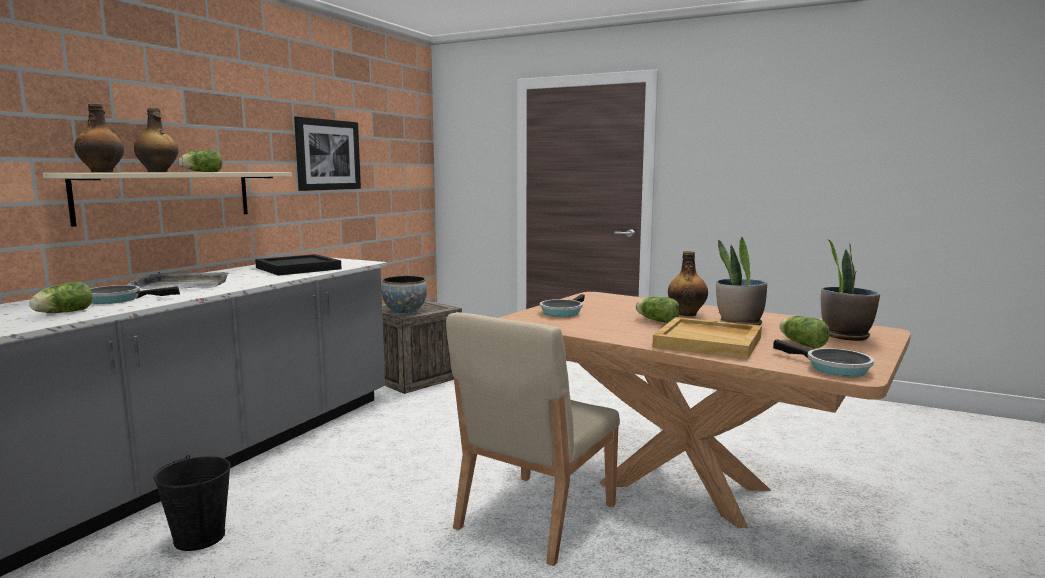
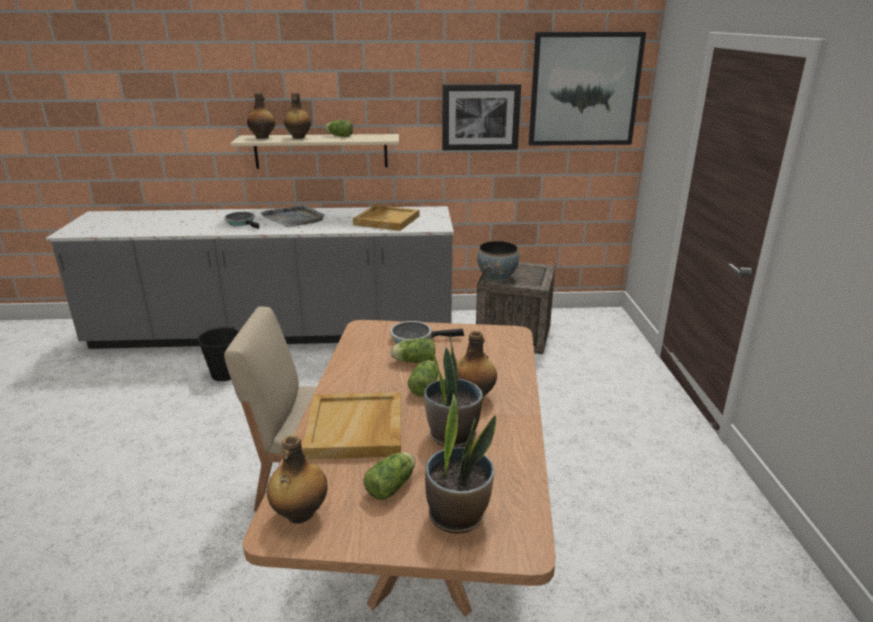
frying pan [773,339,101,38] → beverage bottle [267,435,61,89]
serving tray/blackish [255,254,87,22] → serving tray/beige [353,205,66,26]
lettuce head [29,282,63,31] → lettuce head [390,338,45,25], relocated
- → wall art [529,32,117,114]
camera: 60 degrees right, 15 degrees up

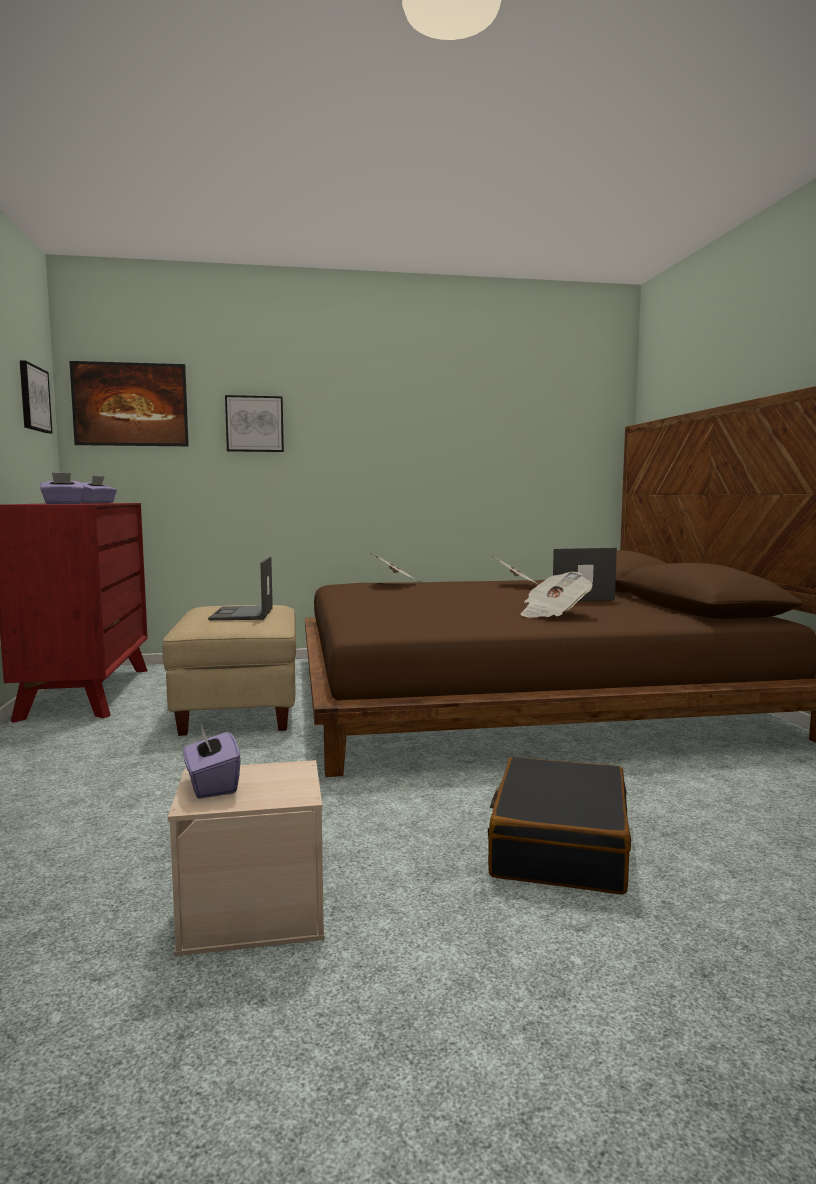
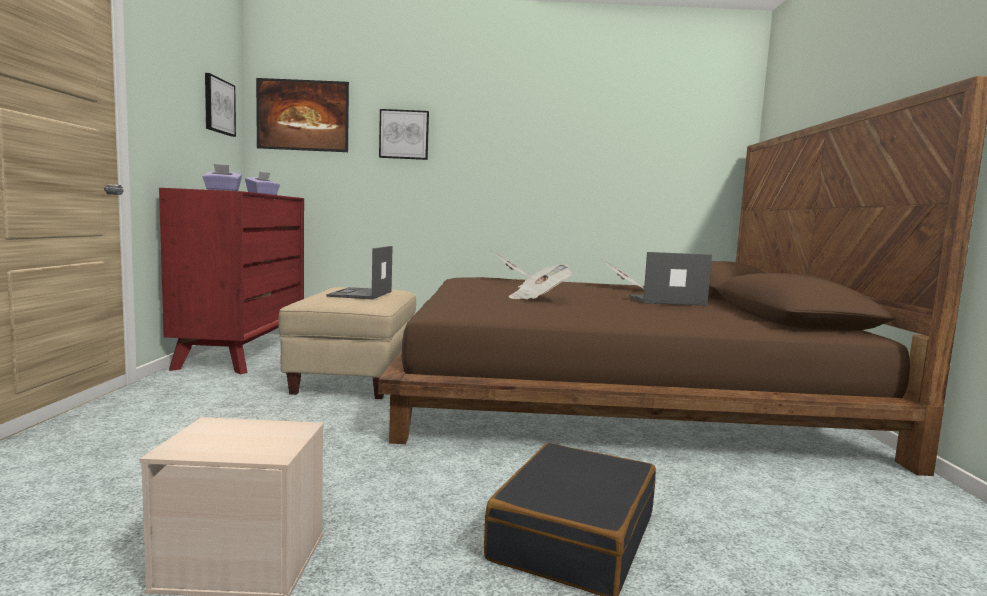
printed paper [521,572,71,46] → printed paper [509,264,63,35], relocated
tissue box/purple-coloured [183,725,58,74] → -
camera: 10 degrees right, 0 degrees up

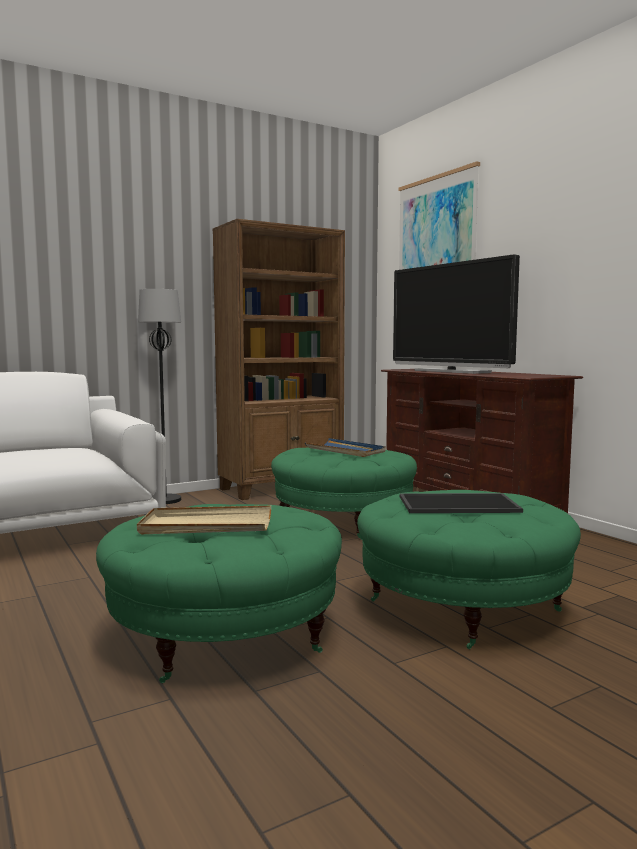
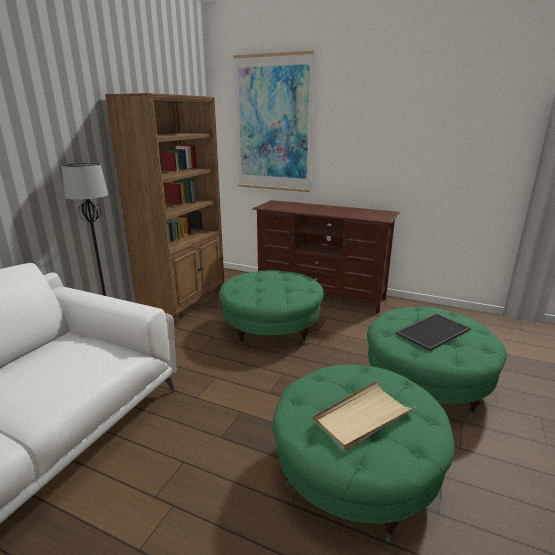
serving tray/blue-coloured [305,438,81,19] → -
TV [393,254,127,120] → -
camera: 35 degrees left, 15 degrees up

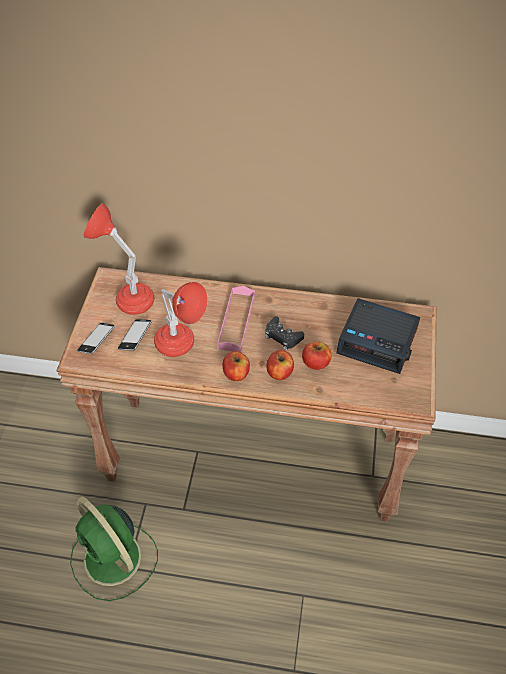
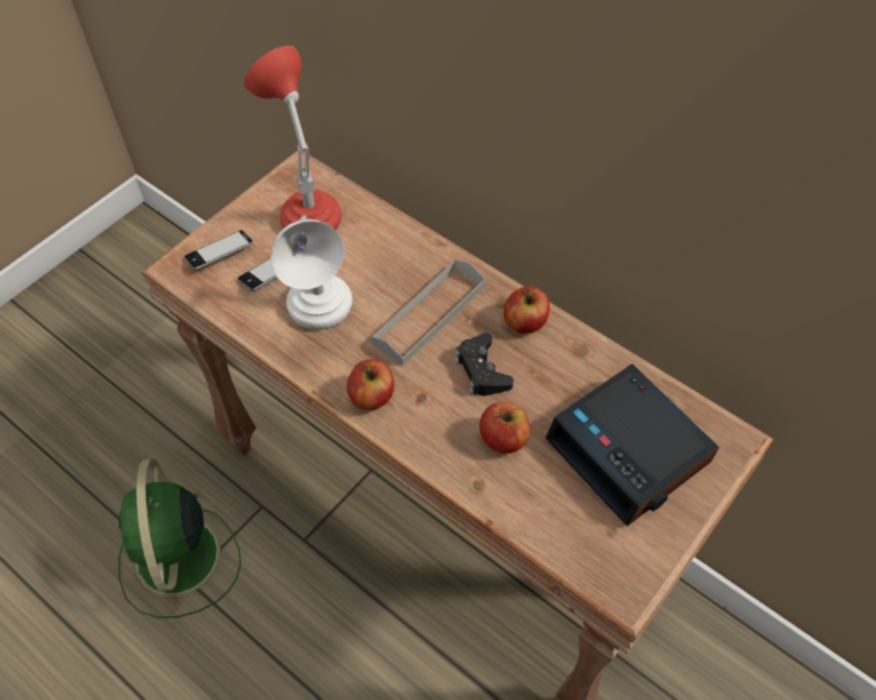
table lamp/red-coloured [154,282,53,75] → table lamp/whitish [271,215,82,115]
serving tray/pinkish [217,286,38,66] → serving tray/greyish [371,259,115,107]
apple [266,350,28,30] → apple [504,286,46,48], relocated
camera: 30 degrees right, 5 degrees up

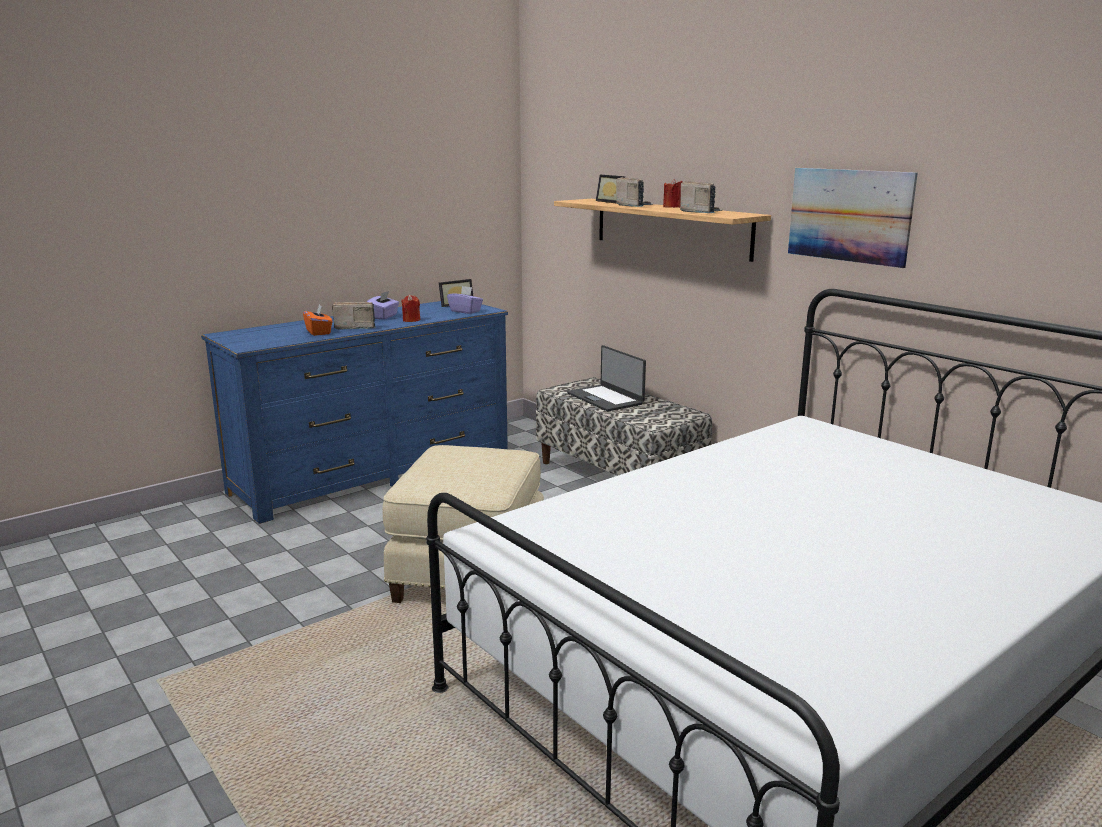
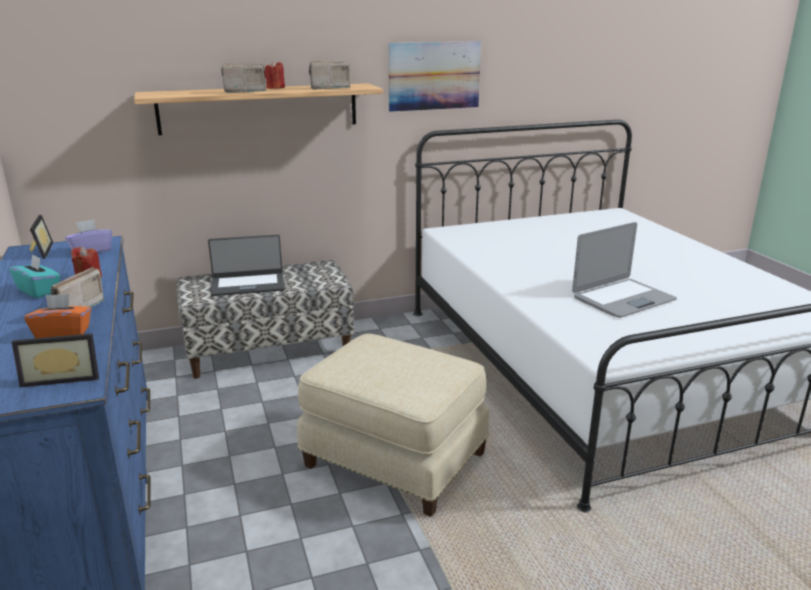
tissue box/purple-coloured [367,291,32,29] → tissue box/turquoise-coloured [9,254,51,44]
standing frame [596,175,29,29] → standing frame [11,333,88,54], relocated
- → portable computer [572,222,105,96]
camera: 70 degrees left, 5 degrees up

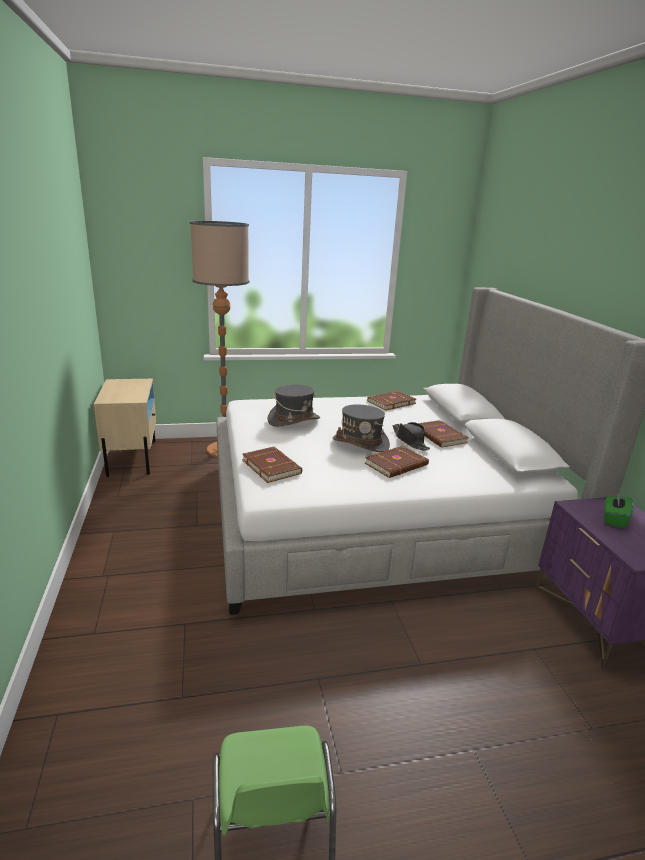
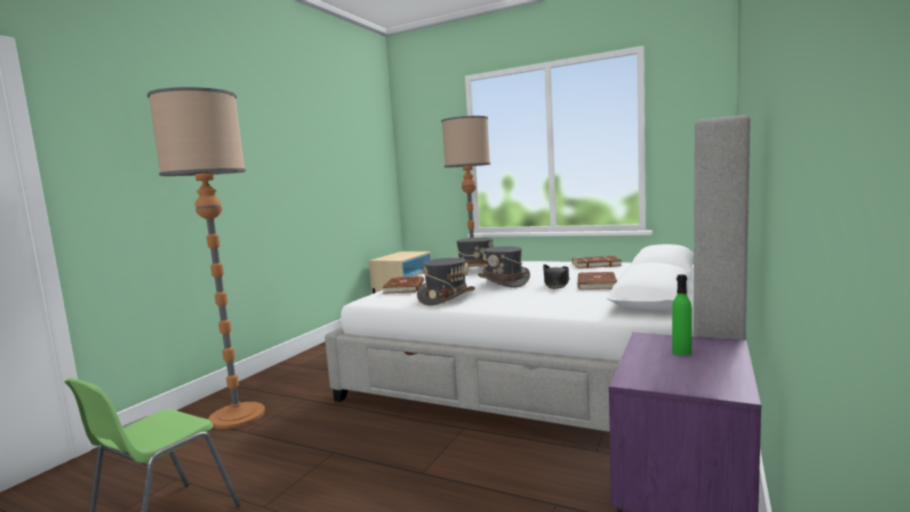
- → standard lamp [147,87,118,342]
- → hat/greyish [417,258,58,48]
tissue box/green-coloured [604,492,29,37] → beverage bottle/green-coloured [672,274,20,82]
book/brown-coloured [365,446,64,32] → -
camera: 40 degrees right, 15 degrees down

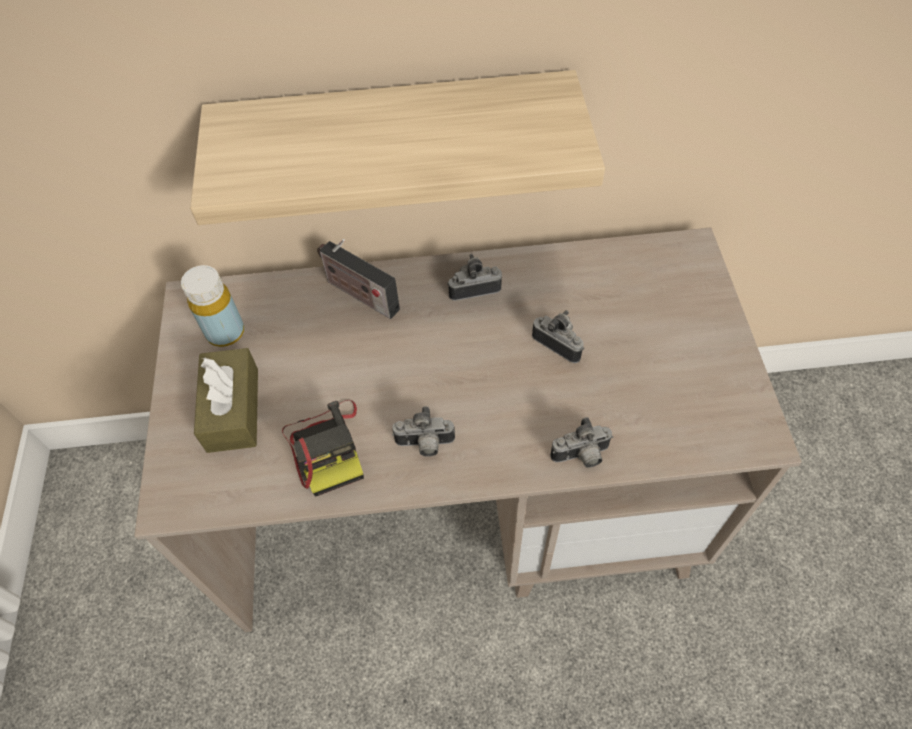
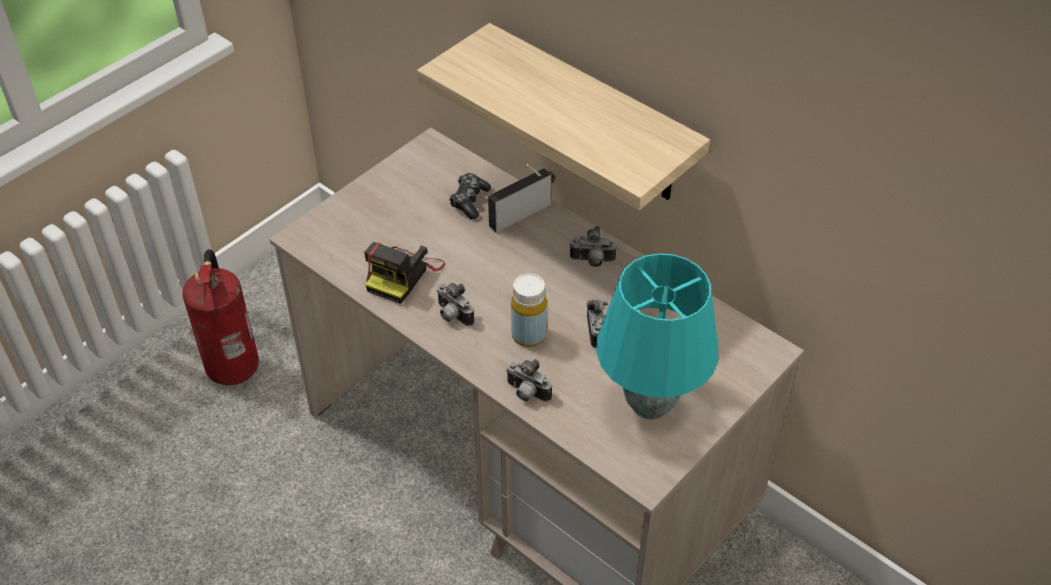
- → extinguisher [182,249,77,136]
- → game controller [449,173,42,46]
radio [317,239,83,80] → radio [488,164,67,69], 60 degrees clockwise
beverage bottle/yellowish [181,265,63,82] → beverage bottle/yellowish [511,273,36,74], relocated
still camera [447,254,55,47] → still camera [569,226,47,41], 150 degrees clockwise
- → table lamp/turquoise-coloured [596,253,122,166]
tissue box/brown-coloured [194,348,64,105] → -
camera: 45 degrees right, 10 degrees down

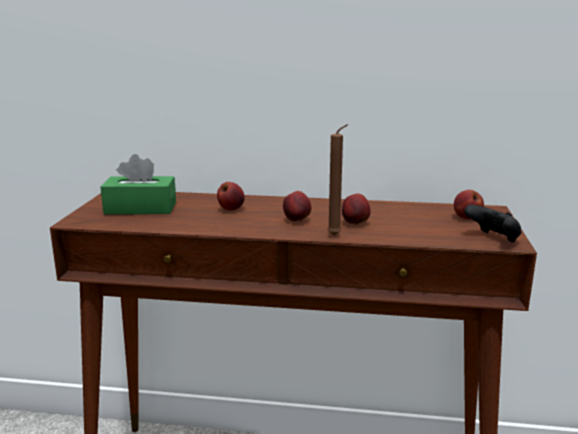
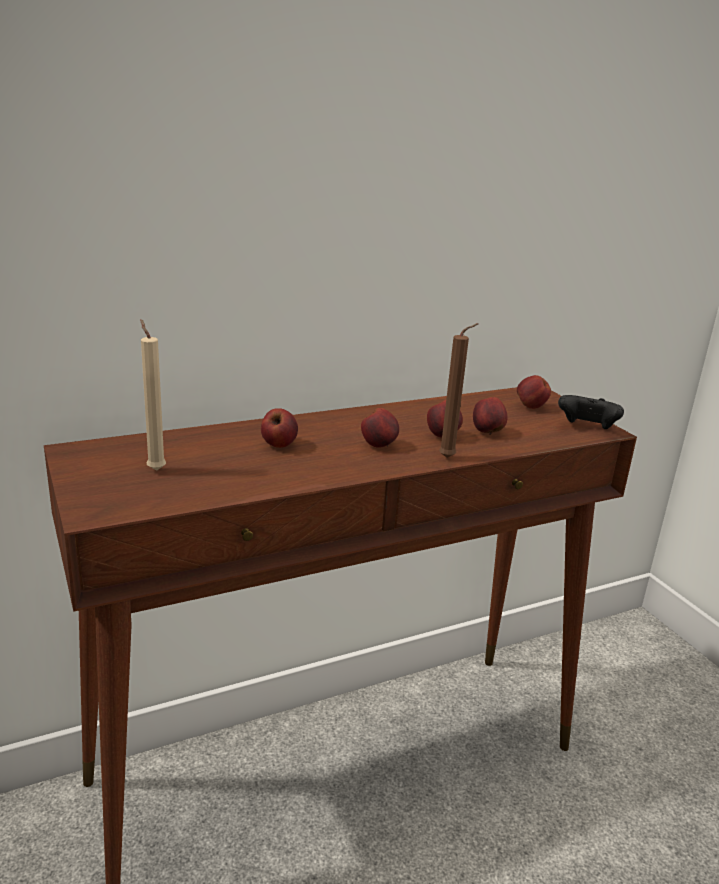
tissue box/green-coloured [100,154,76,60] → candle/beige [140,319,26,152]
- → apple [473,397,35,38]
camera: 35 degrees left, 5 degrees up

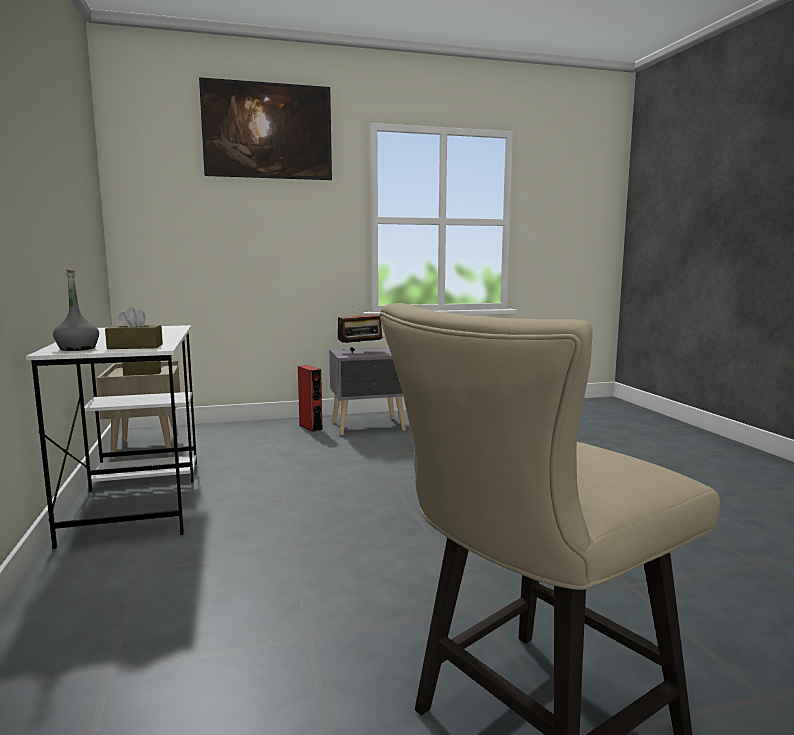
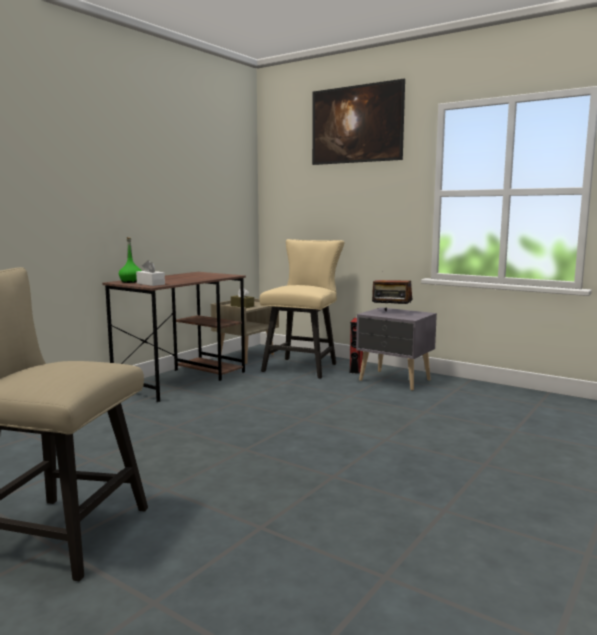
desk/whitish [26,325,171,224] → desk/brown-coloured [102,272,144,130]
beverage bottle/greyish [53,270,46,81] → beverage bottle/green-coloured [119,237,23,46]
tissue box/brown-coloured [105,307,58,42] → tissue box/whitish [136,260,29,26]
- → plain chair/beige [260,239,84,140]
camera: 50 degrees right, 0 degrees up

